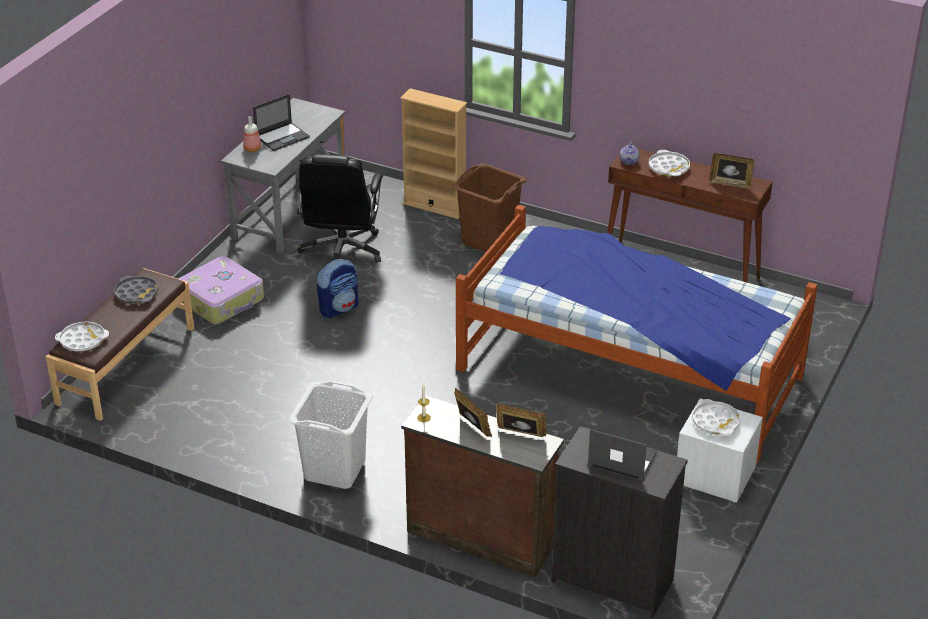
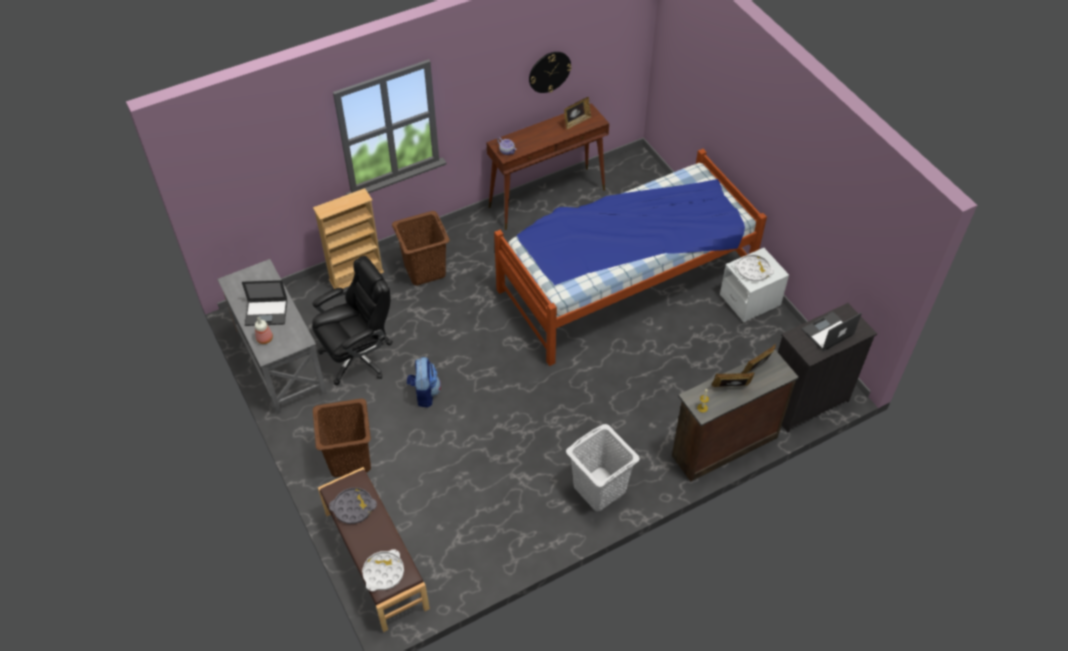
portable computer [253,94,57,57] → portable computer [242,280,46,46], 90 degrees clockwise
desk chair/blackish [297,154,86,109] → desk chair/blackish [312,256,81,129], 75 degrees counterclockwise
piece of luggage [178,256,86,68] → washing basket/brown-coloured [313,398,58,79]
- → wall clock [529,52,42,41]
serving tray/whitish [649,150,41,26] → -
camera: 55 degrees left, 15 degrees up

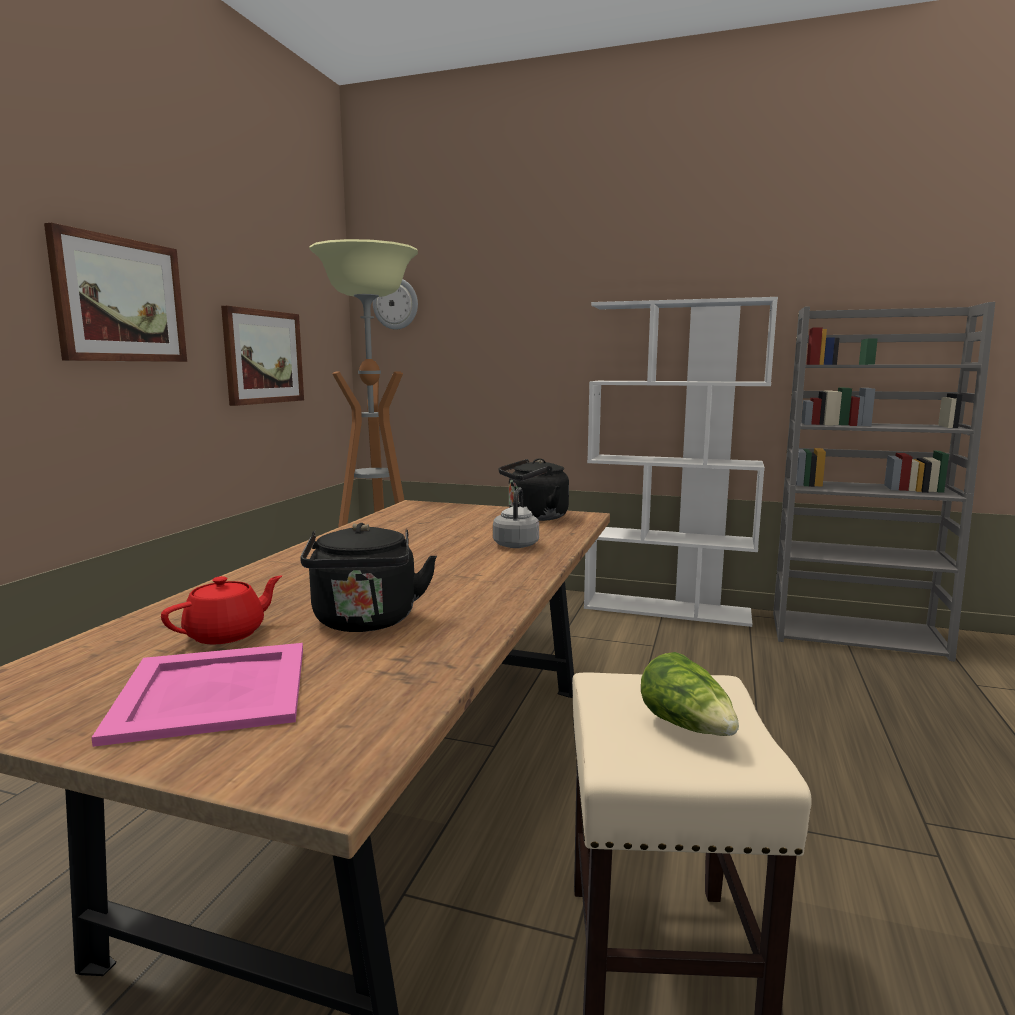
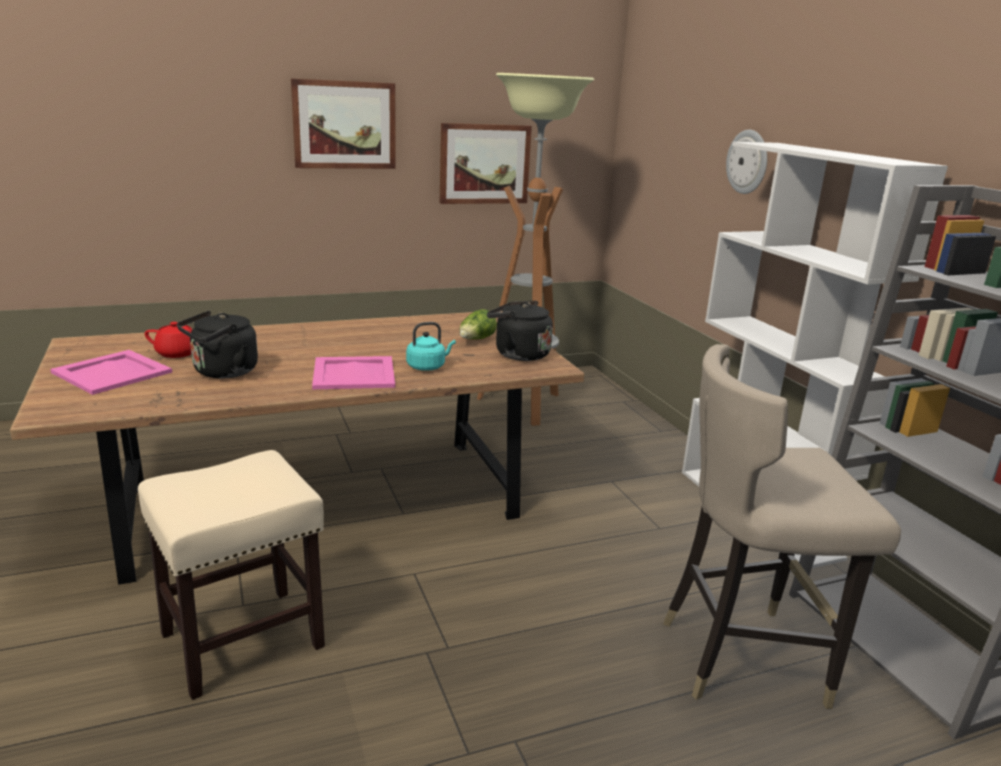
- → serving tray/pinkish [312,356,83,33]
kettle/greyish [493,488,46,60] → kettle/turquoise-coloured [406,322,50,49]
lettuce head [641,652,98,84] → lettuce head [459,309,38,31], relocated
- → sitting stool/beige [663,344,238,365]
wall clock [373,279,45,51] → wall clock [726,130,41,64], relocated
camera: 50 degrees right, 10 degrees up

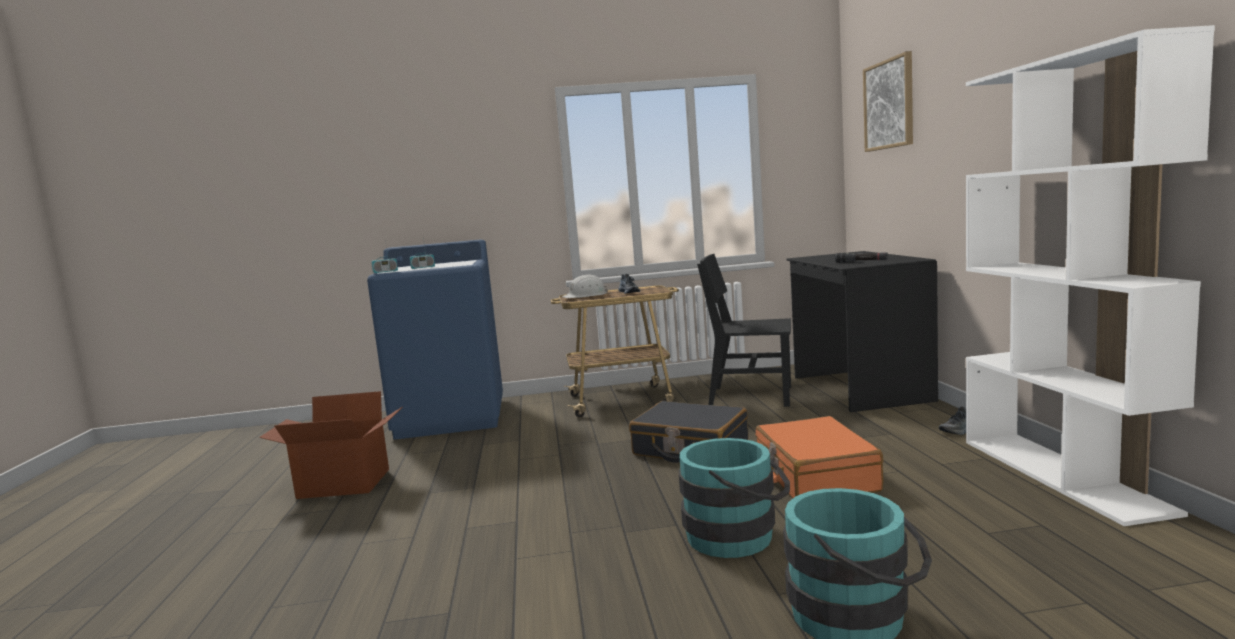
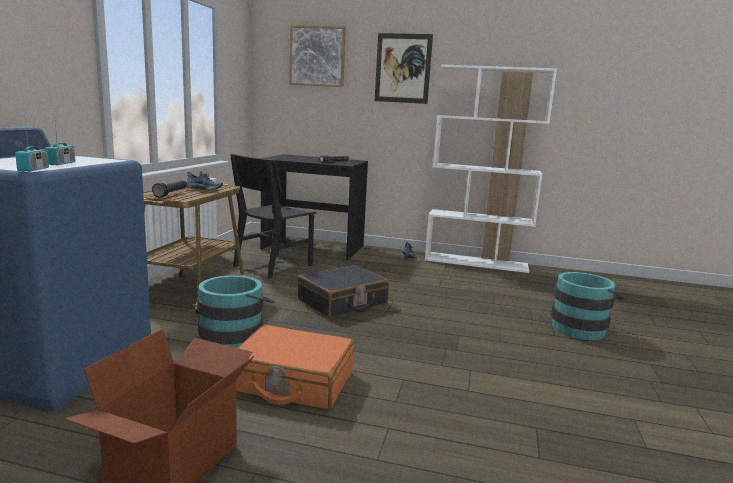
safety helmet/whitish [562,274,46,24] → hand torch/blackish [152,180,35,18]
bucket/turquoise-coloured [679,438,111,120] → bucket/turquoise-coloured [197,275,78,73], relocated
piece of luggage/orangey [755,416,129,82] → piece of luggage/orangey [236,325,119,86], relocated
- → wall art [375,33,58,71]
camera: 70 degrees left, 5 degrees up

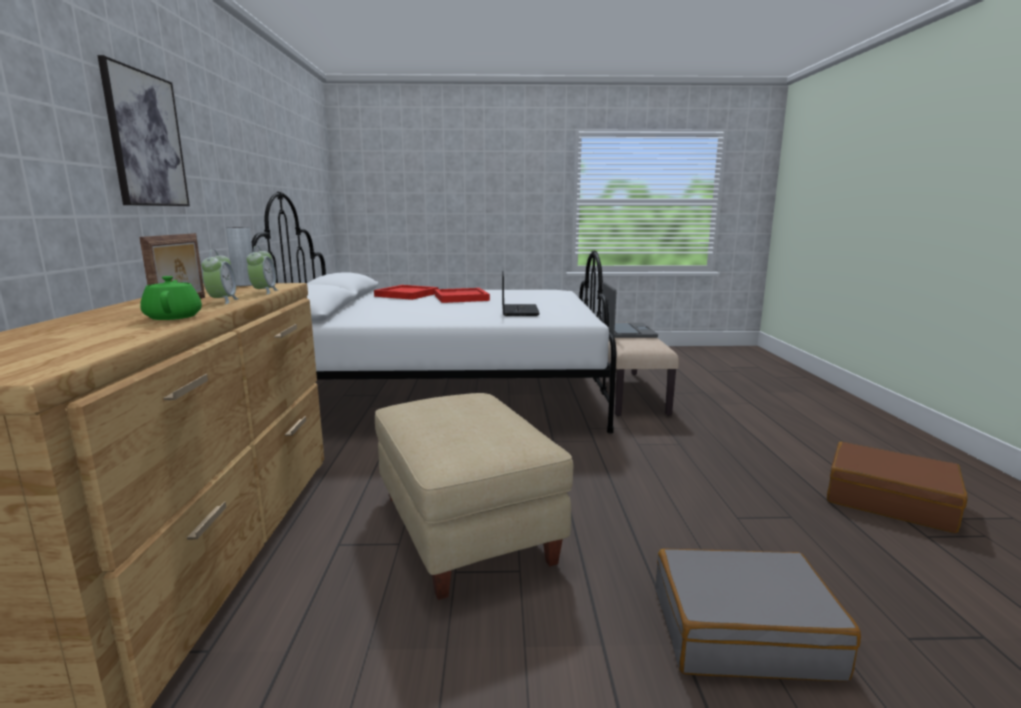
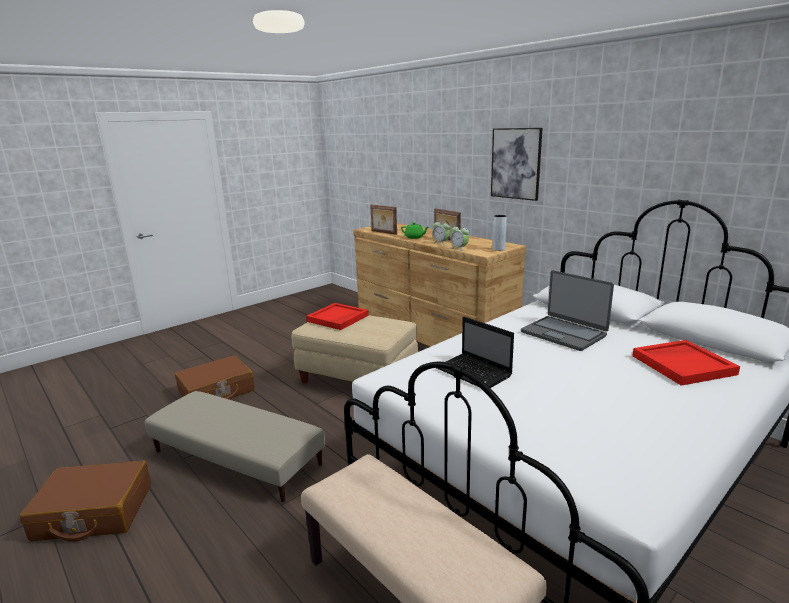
- → ottoman/beige [145,391,180,111]
piece of luggage/greyish [655,548,206,133] → piece of luggage/brown-coloured [175,355,80,45]
serving tray/red-coloured [435,288,55,15] → serving tray/red-coloured [306,303,63,27], relocated
- → standing frame [370,205,27,30]
portable computer [602,282,56,56] → portable computer [521,270,93,81], relocated
camera: 140 degrees right, 5 degrees up

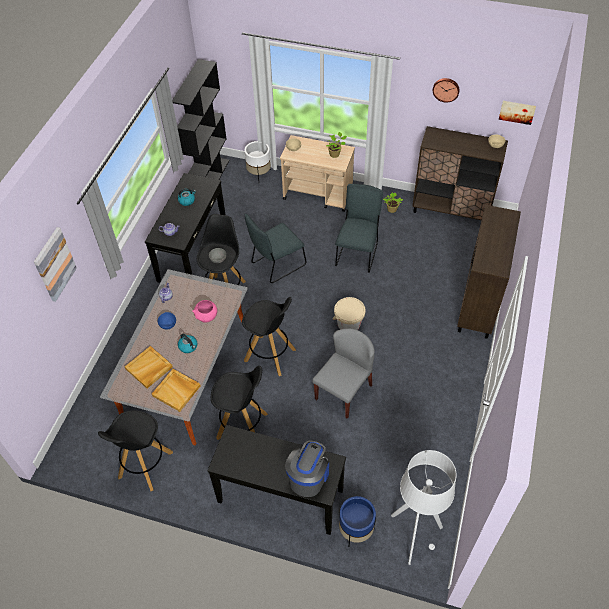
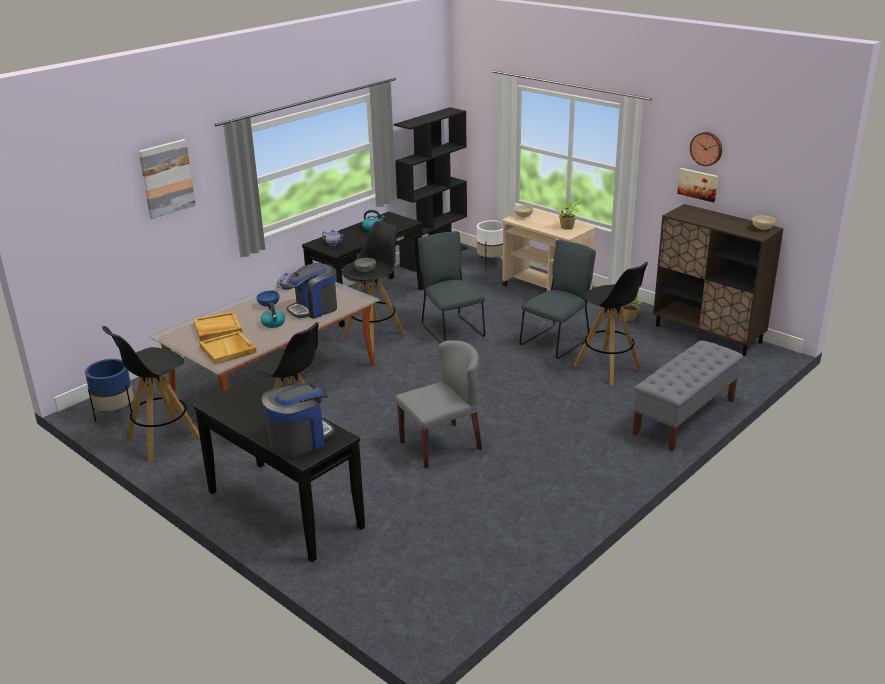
plant pot/blue-coloured [339,496,37,50] → plant pot/blue-coloured [85,359,49,63], relocated
bowl/pinkish [192,300,25,23] → coffee machine [286,263,51,56]
plain chair/greyish [245,214,62,69] → plain chair/greyish [418,231,67,112], 75 degrees clockwise
sitting stool/blackish [242,297,54,79] → sitting stool/blackish [574,262,74,123], relocated
cupboard/brown-coloured [457,205,64,134] → bench/greyish [633,340,110,112]
wall art [499,101,37,24] → wall art [677,168,41,34], relocated
bucket/beige [333,297,33,33] → -
standard lamp/greyish [391,450,66,115] → -
camera: 25 degrees right, 25 degrees down

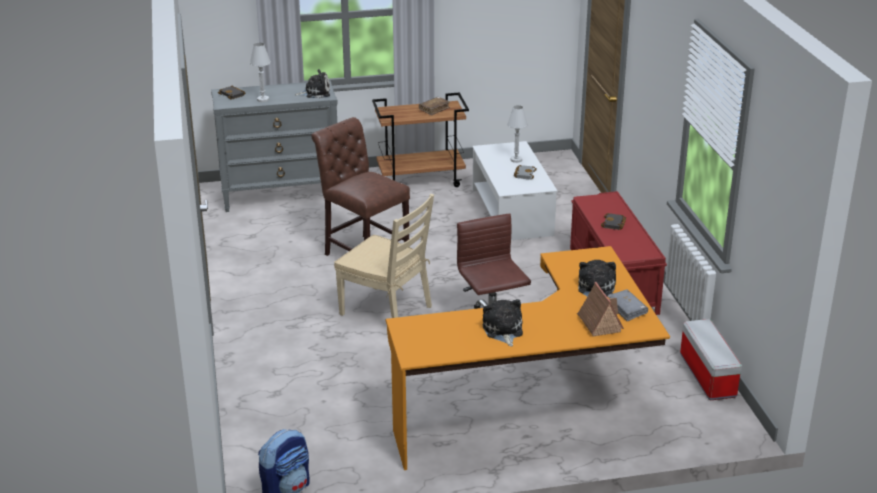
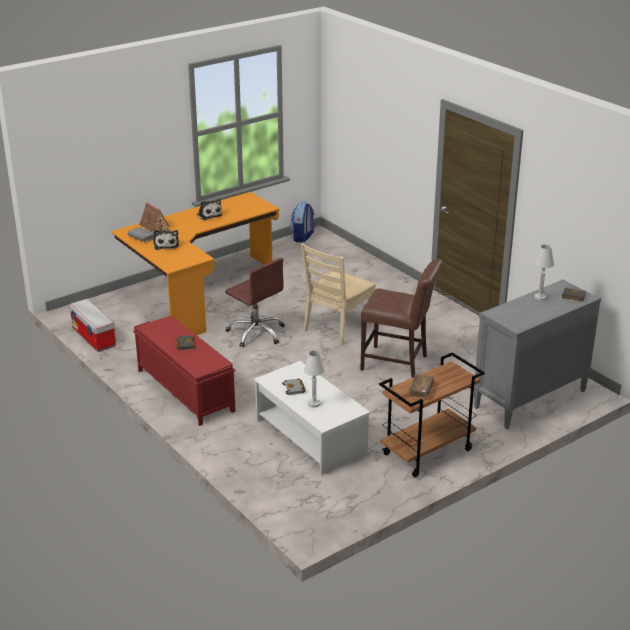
plain chair/beige [334,194,100,124] → plain chair/beige [301,243,75,102], 60 degrees counterclockwise
cuddly toy [295,69,35,29] → -
camera: 155 degrees right, 0 degrees up

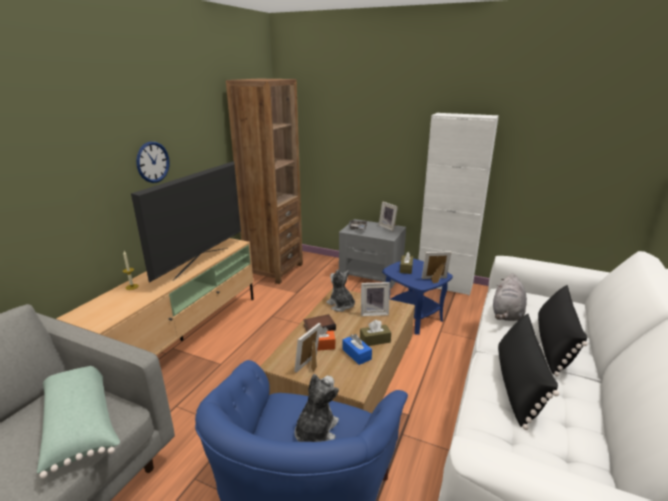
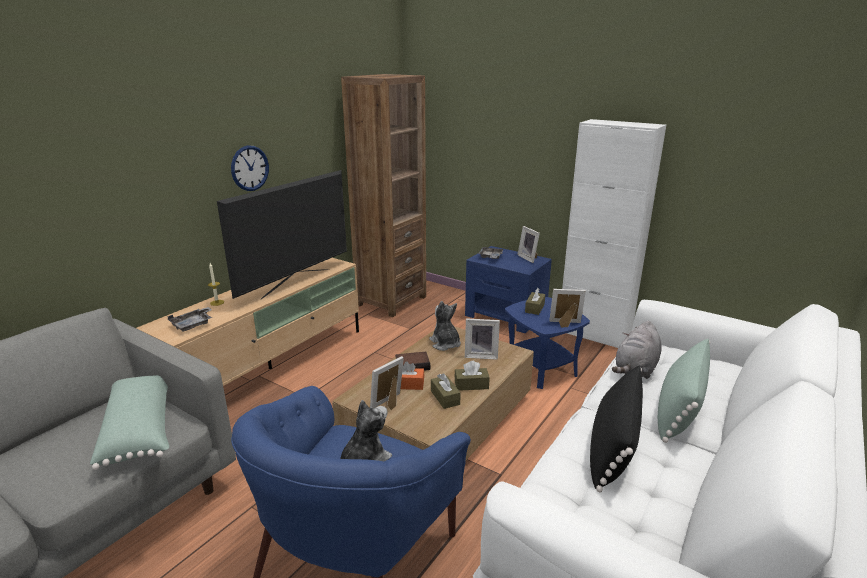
- → serving tray/greyish [167,307,45,24]
tissue box/blue-coloured [343,334,29,31] → tissue box/brown-coloured [431,373,30,36]
nightstand/greyish [339,219,67,70] → nightstand/blue-coloured [465,246,87,87]
pillow/blackish [538,285,50,92] → pillow/green-coloured [658,338,52,105]
camera: 10 degrees right, 0 degrees up

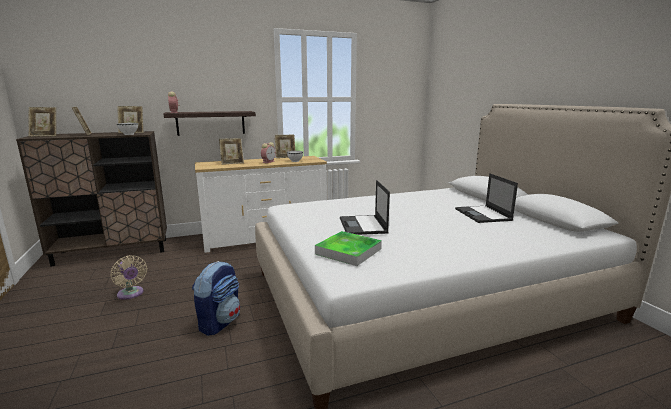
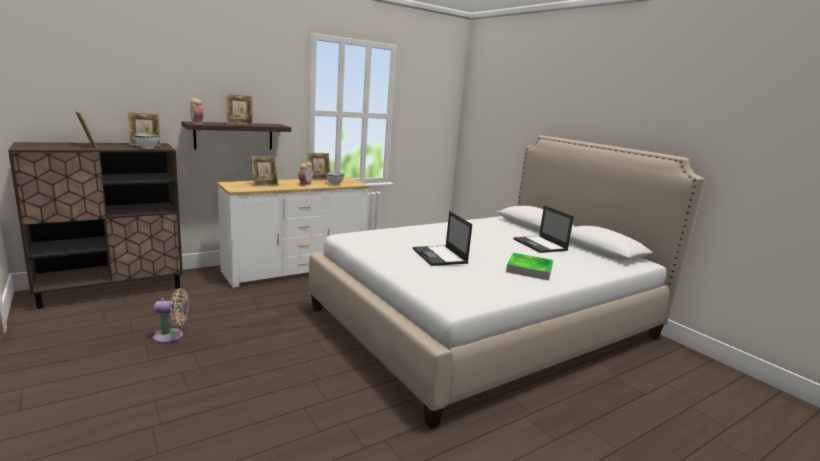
cooling fan/beige [110,255,37,45] → cooling fan/beige [153,288,36,56], 45 degrees counterclockwise
standing frame [29,107,27,30] → standing frame [226,94,27,31], relocated
serving tray [315,231,67,35] → serving tray [506,253,47,27], relocated
rucksack [192,261,48,75] → -
camera: 15 degrees left, 0 degrees up

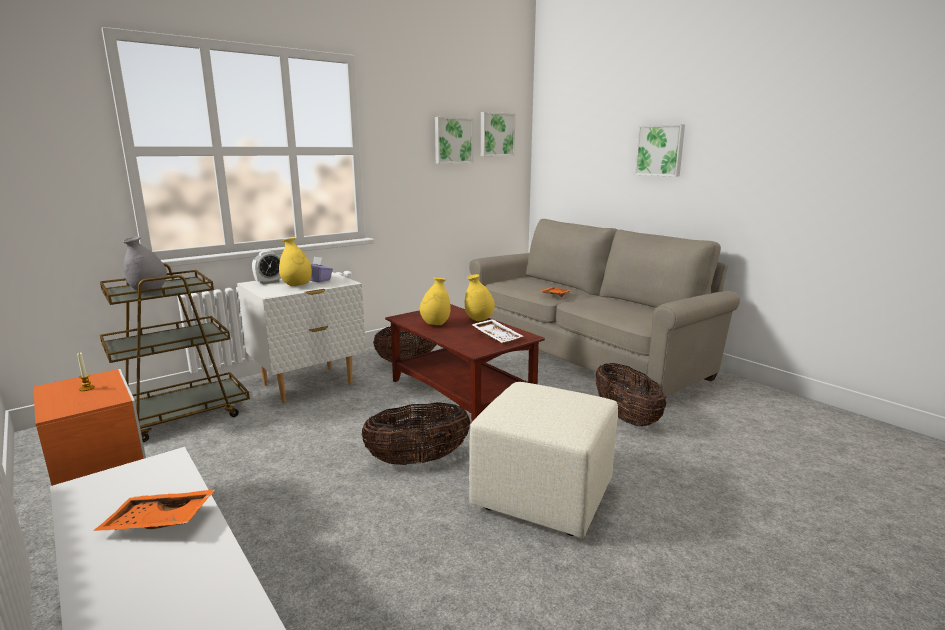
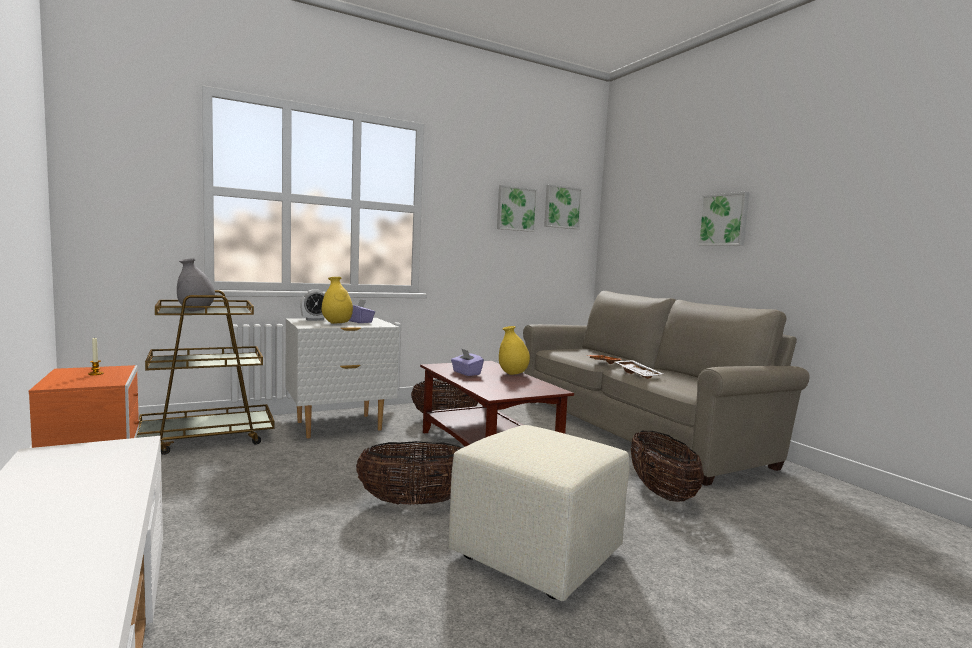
vase/yellowish [420,277,30,48] → tissue box/purple-coloured [451,348,33,28]
serving tray/whitish [471,319,52,25] → serving tray/whitish [614,360,49,19], relocated
serving tray/orangey [93,489,123,42] → -
camera: 10 degrees right, 10 degrees down

